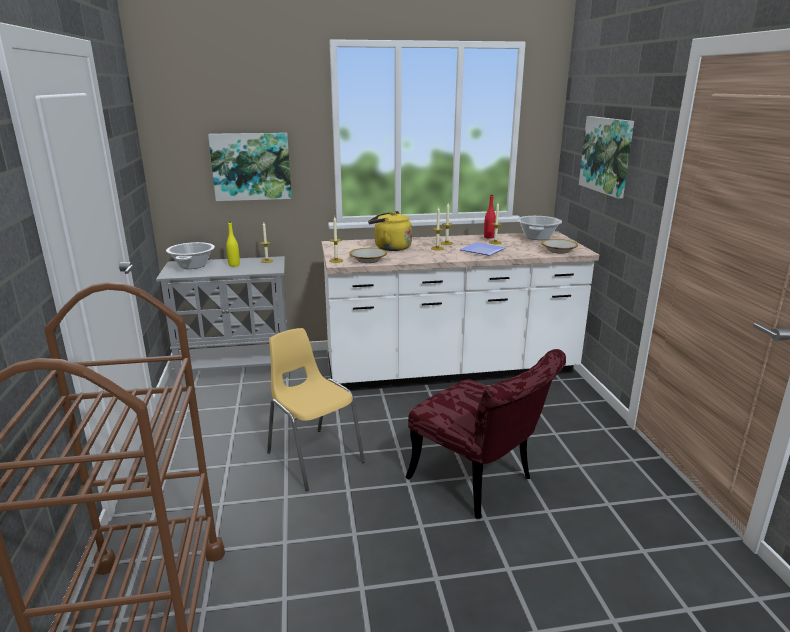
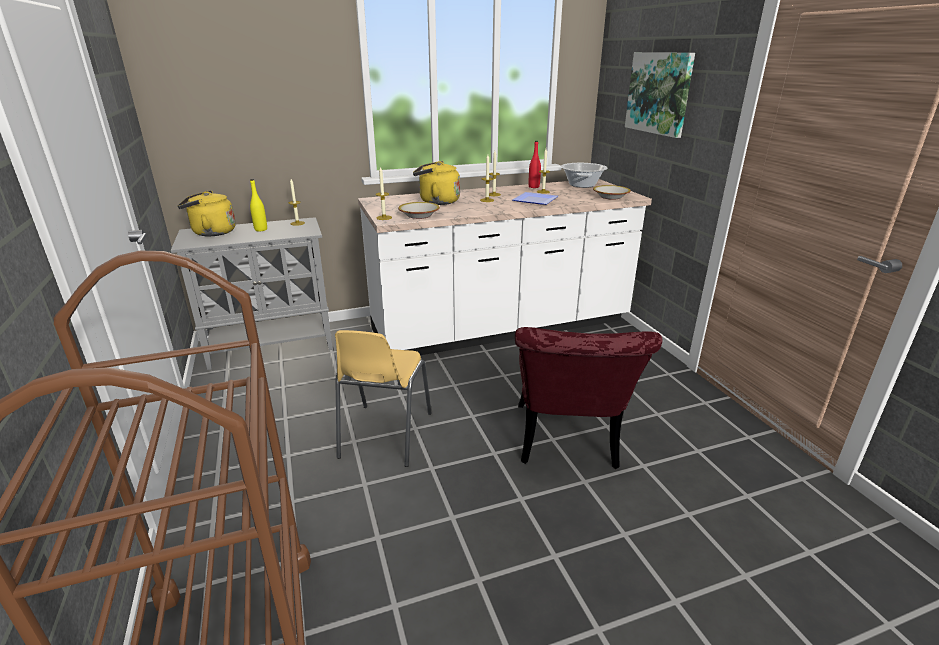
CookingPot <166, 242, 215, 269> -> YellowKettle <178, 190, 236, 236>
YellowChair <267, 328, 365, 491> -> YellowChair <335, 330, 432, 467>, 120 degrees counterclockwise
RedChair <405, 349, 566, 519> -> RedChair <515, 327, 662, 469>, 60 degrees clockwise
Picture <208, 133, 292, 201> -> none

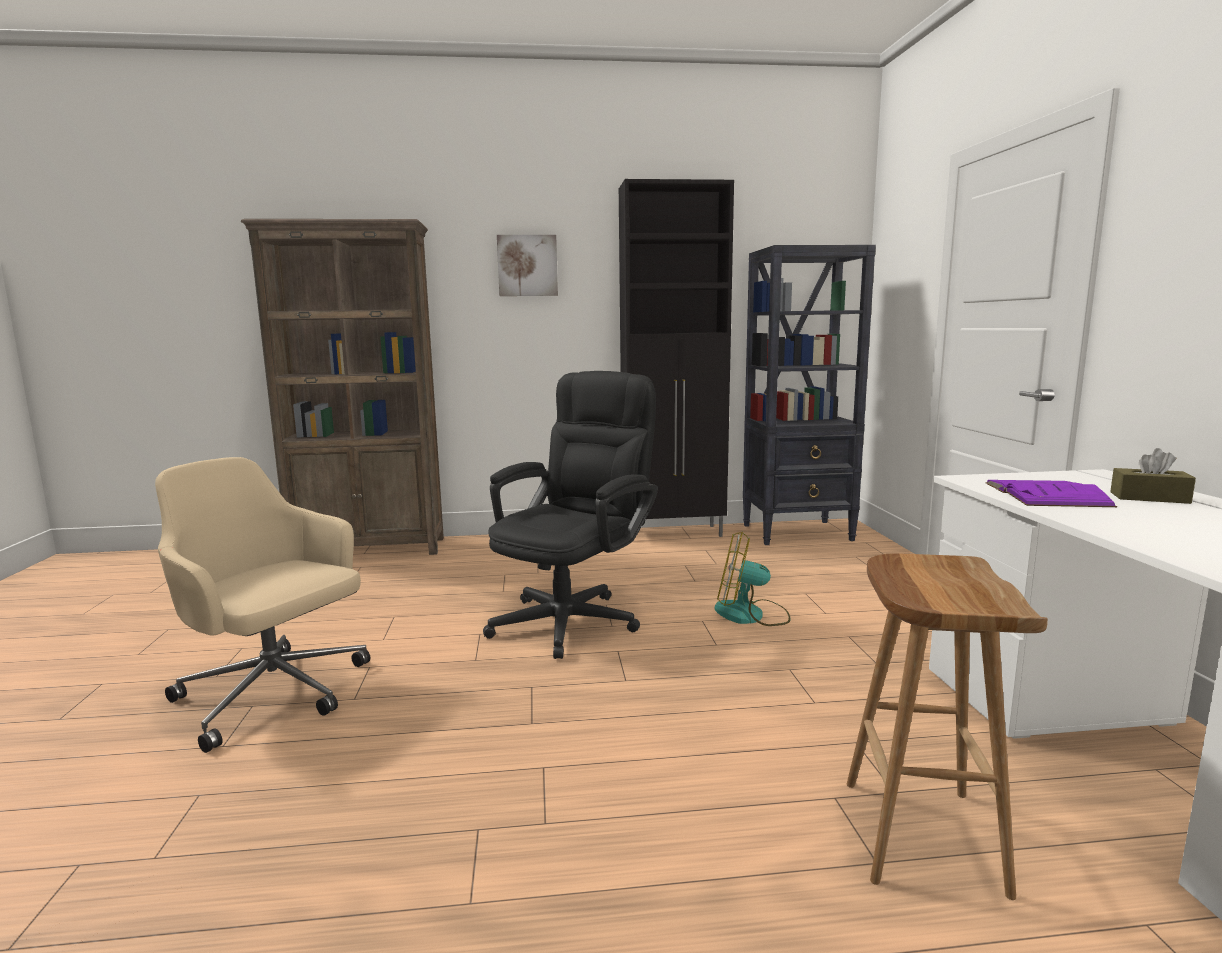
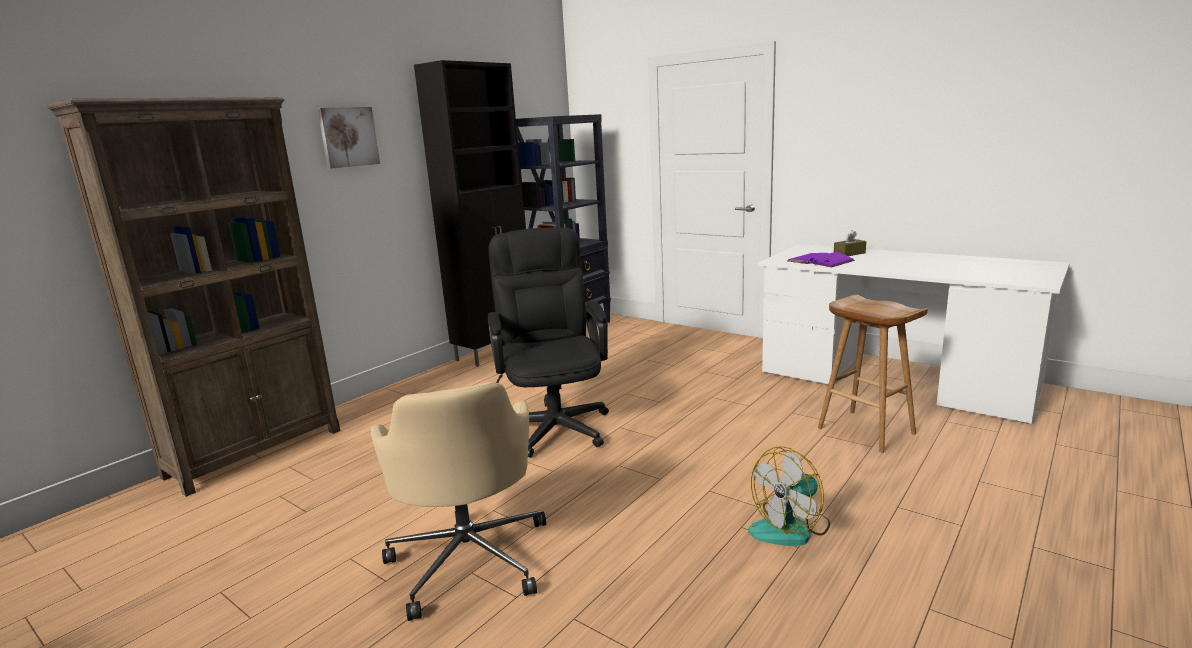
BeigeOfficeChair <155, 457, 370, 753> -> BeigeOfficeChair <371, 382, 546, 621>, 90 degrees counterclockwise
Fan <715, 532, 791, 626> -> Fan <749, 446, 830, 546>, shifted

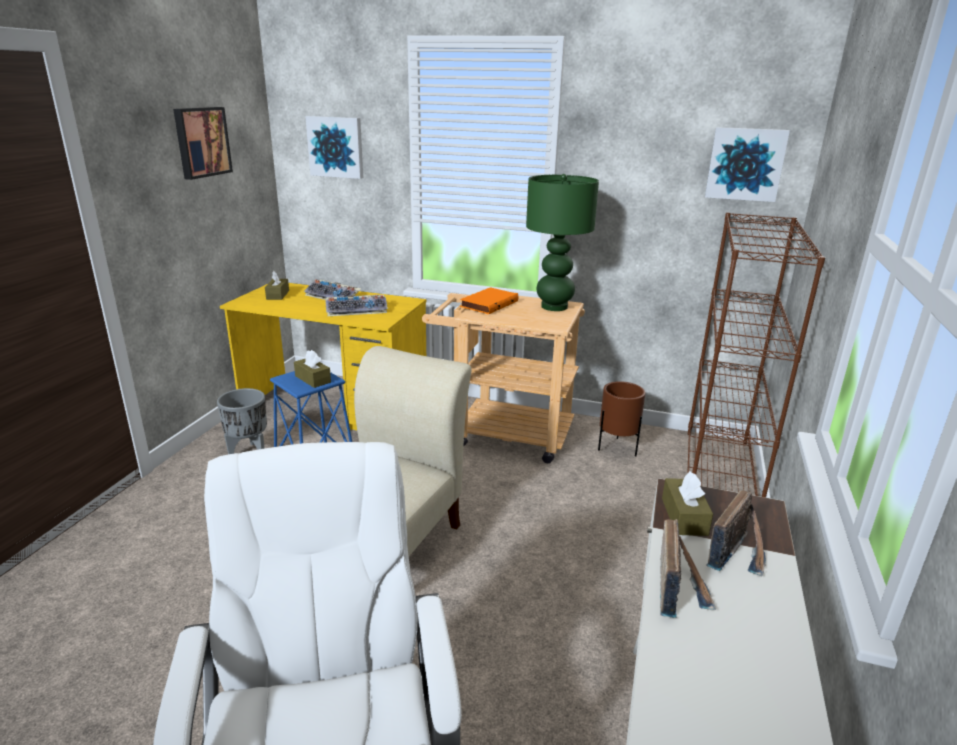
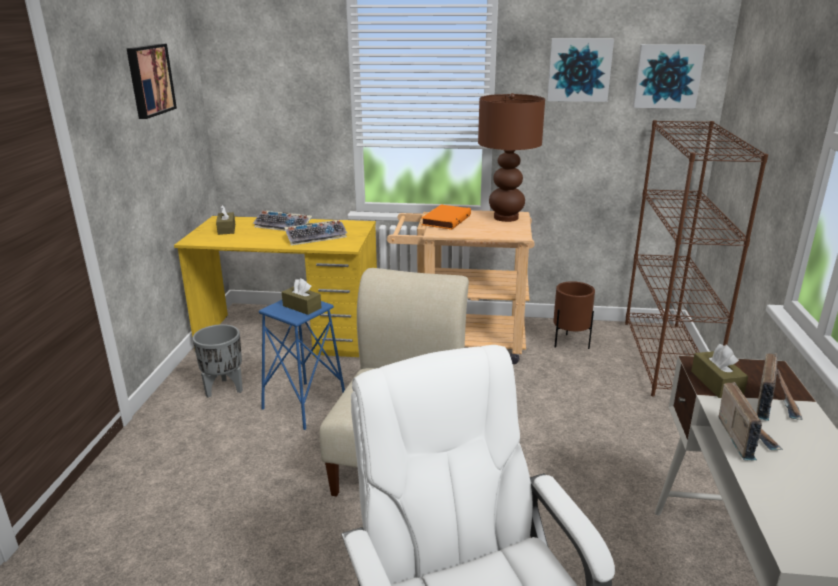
GreenTableLamp <526, 174, 599, 311> -> BrownTableLamp <478, 93, 545, 222>
Picture <305, 116, 363, 179> -> Picture <547, 38, 614, 102>, shifted

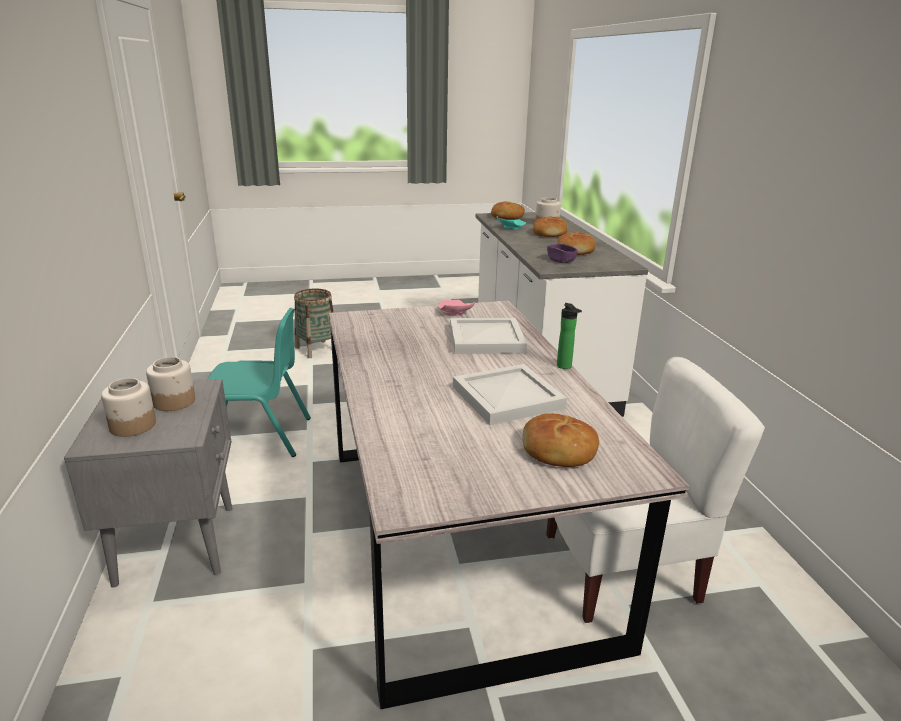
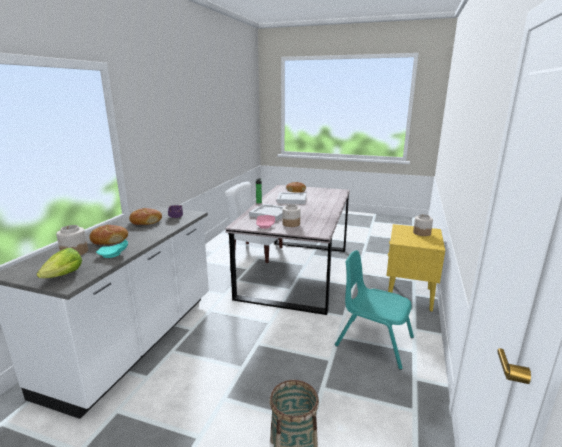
Bread <491, 202, 525, 219> -> Lettuce <37, 248, 82, 278>
Jar <146, 357, 195, 411> -> Jar <283, 204, 300, 227>, shifted
GreyNightstand <64, 379, 233, 588> -> YellowNightstand <386, 224, 445, 311>

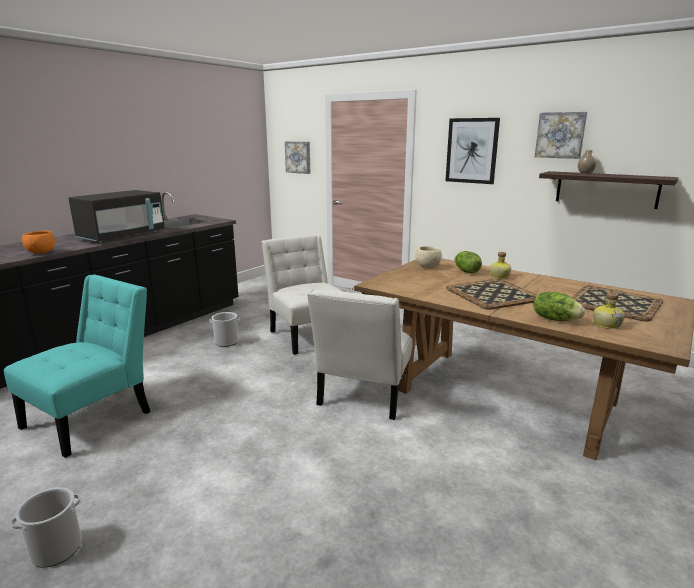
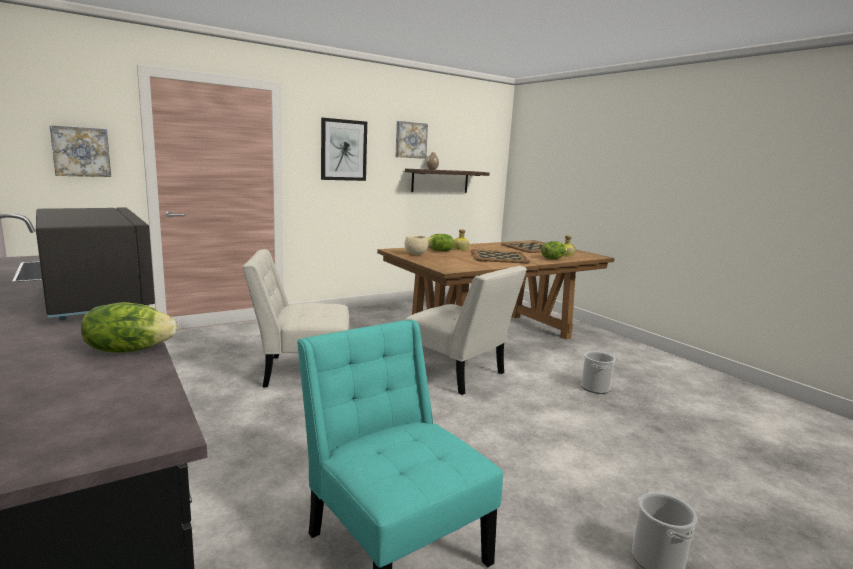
OrangeBowl <22, 231, 55, 254> -> Lettuce <81, 302, 177, 353>
Bucket <209, 312, 240, 347> -> Bucket <581, 351, 616, 394>, shifted

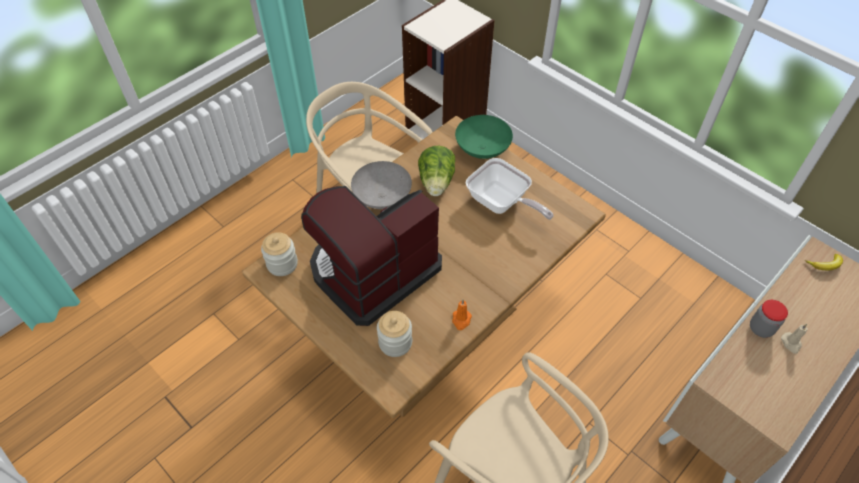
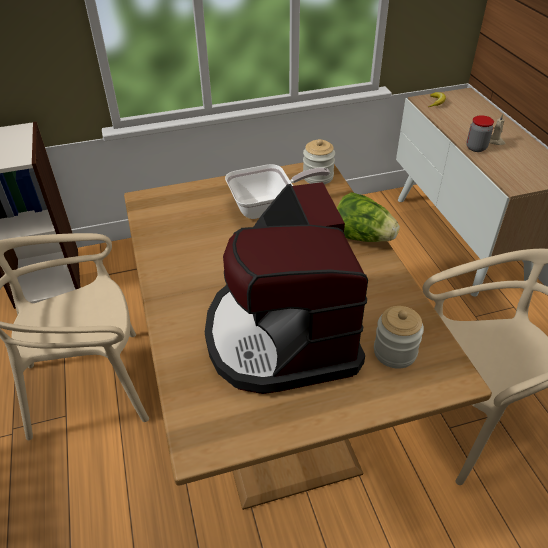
Jar <261, 232, 298, 276> -> Jar <303, 139, 335, 185>, shifted
Lettuce <418, 146, 455, 196> -> Lettuce <337, 192, 400, 242>, shifted
GreyBowl <351, 161, 412, 209> -> none
OrangeCandle <452, 300, 472, 330> -> none
GreenBowl <455, 115, 513, 159> -> none

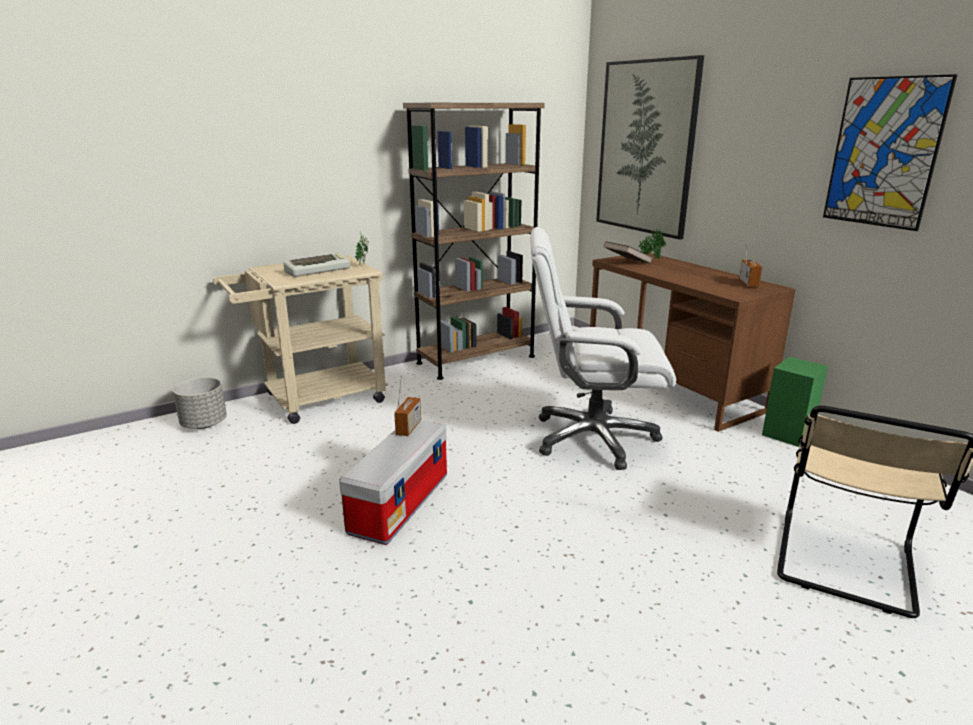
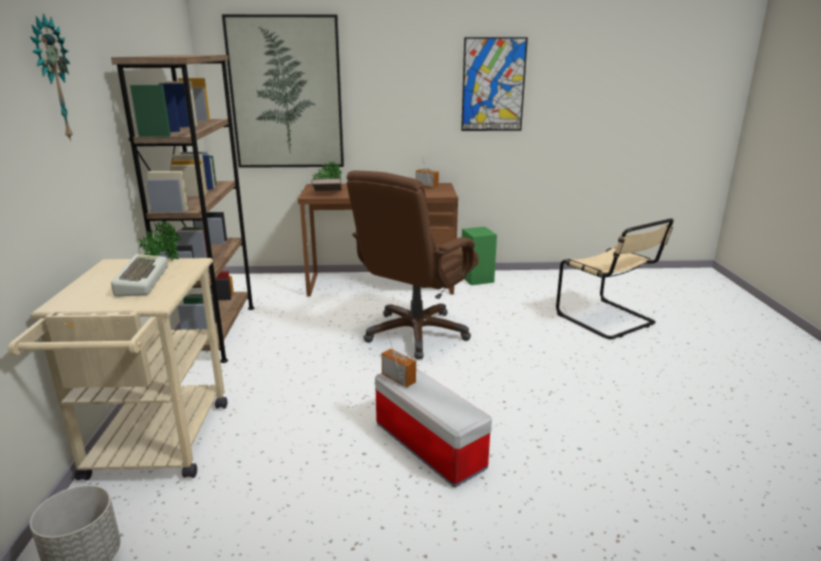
none -> WallClock <30, 14, 73, 142>
WhiteOfficeChair <530, 227, 676, 470> -> BrownOfficeChair <347, 170, 479, 359>

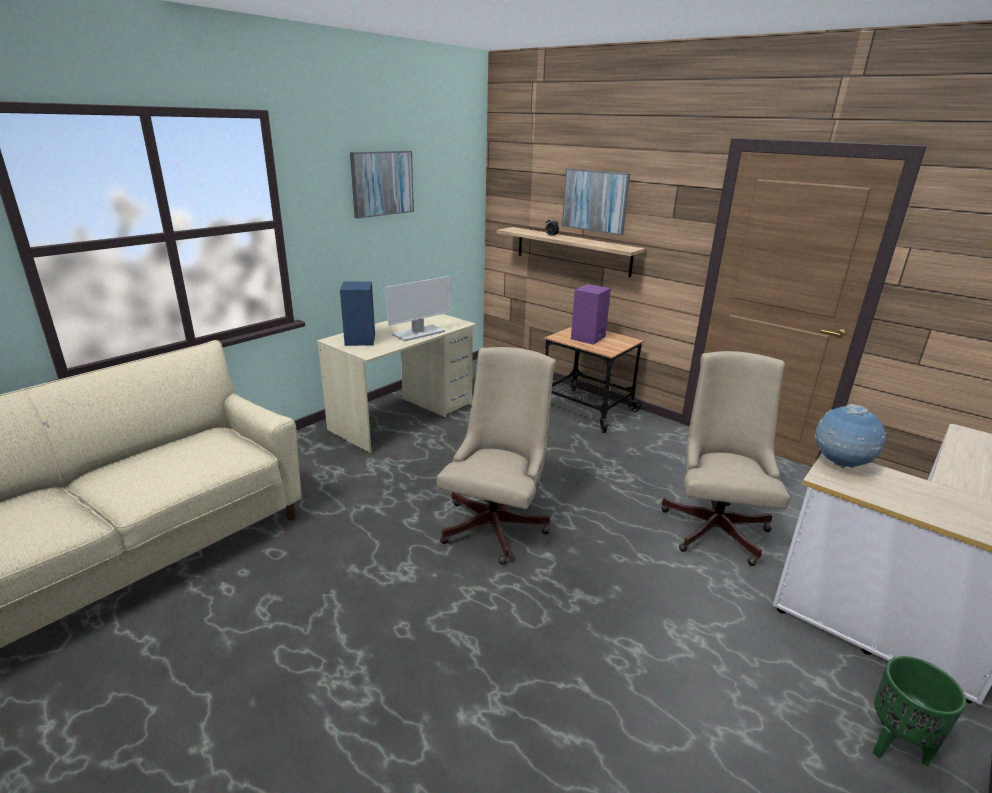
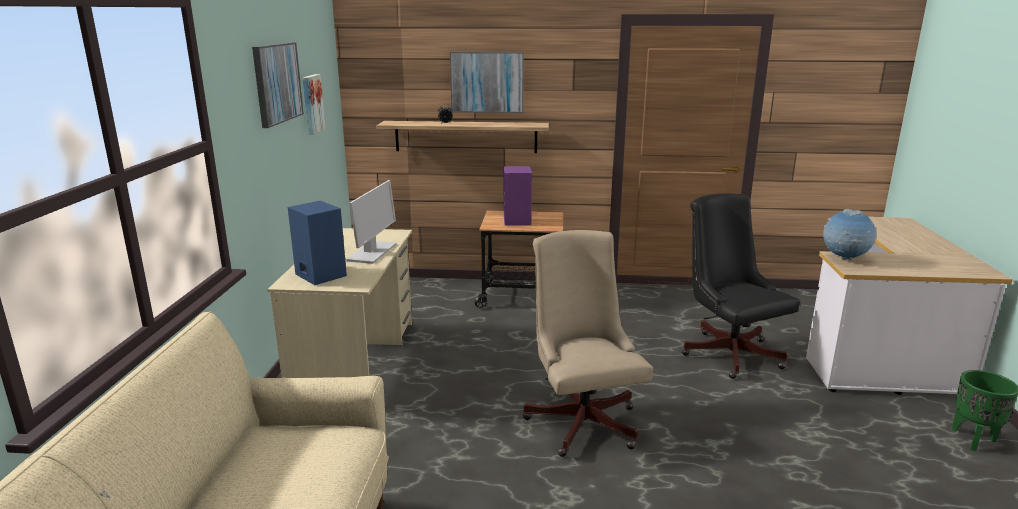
none -> Picture <302, 74, 326, 135>
BeigeOfficeChair <661, 351, 790, 566> -> BlackOfficeChair <682, 193, 800, 379>

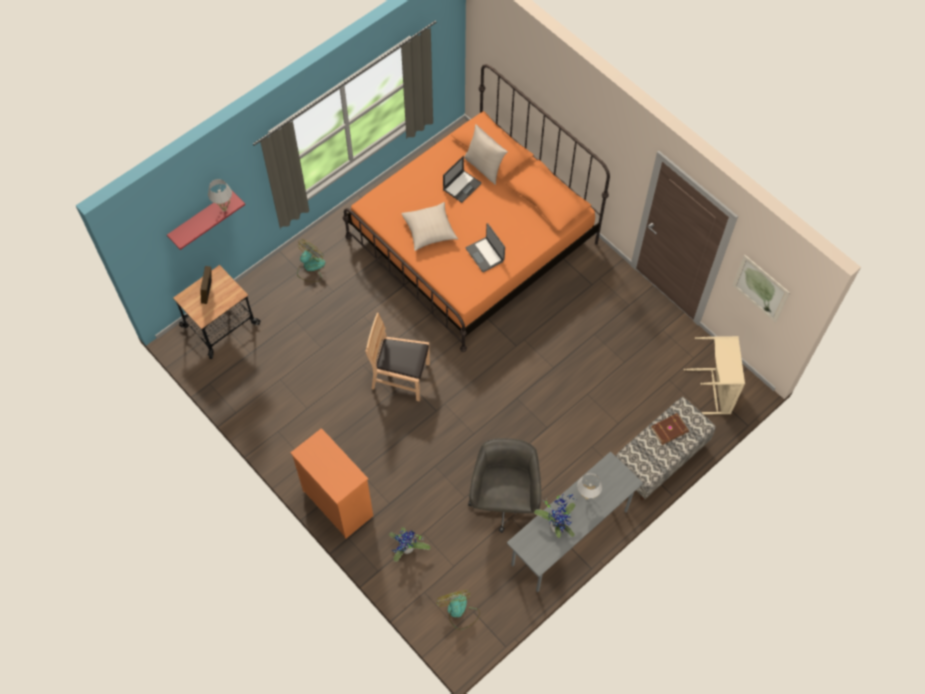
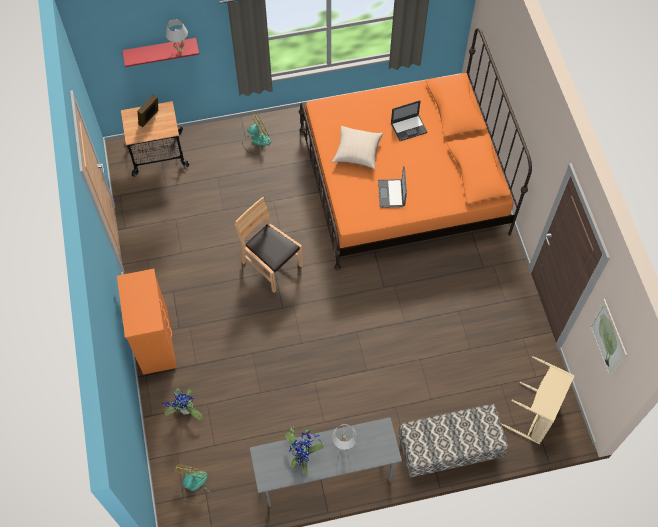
BeigePillow <464, 124, 508, 185> -> none
GreyOfficeChair <468, 438, 541, 533> -> none
BrownBook <651, 413, 689, 445> -> none

